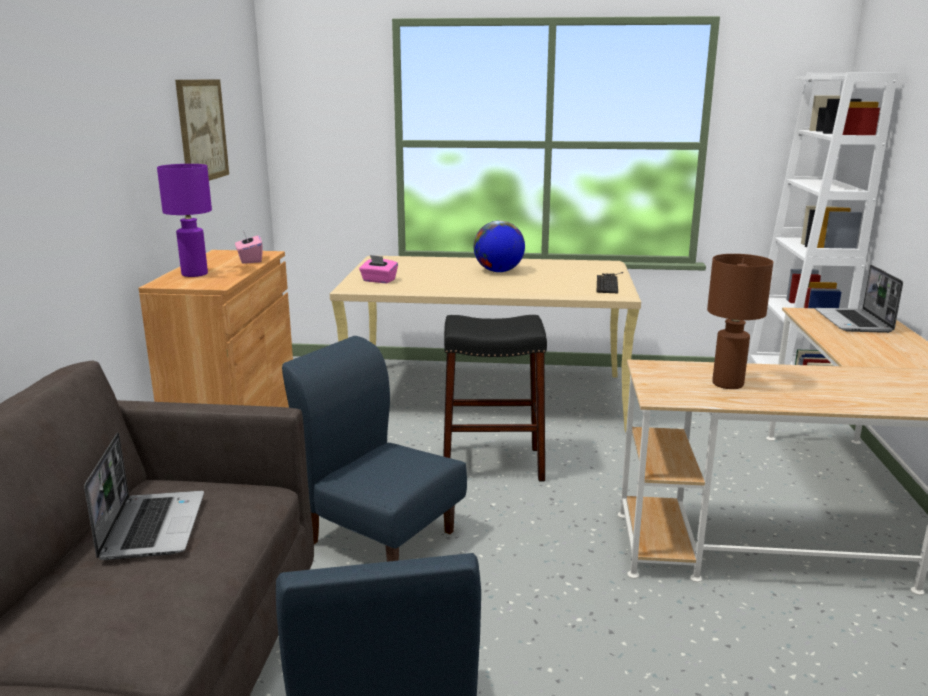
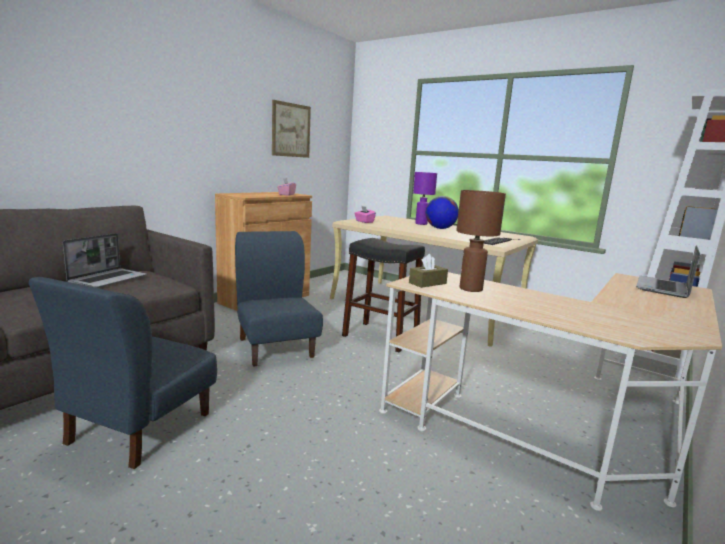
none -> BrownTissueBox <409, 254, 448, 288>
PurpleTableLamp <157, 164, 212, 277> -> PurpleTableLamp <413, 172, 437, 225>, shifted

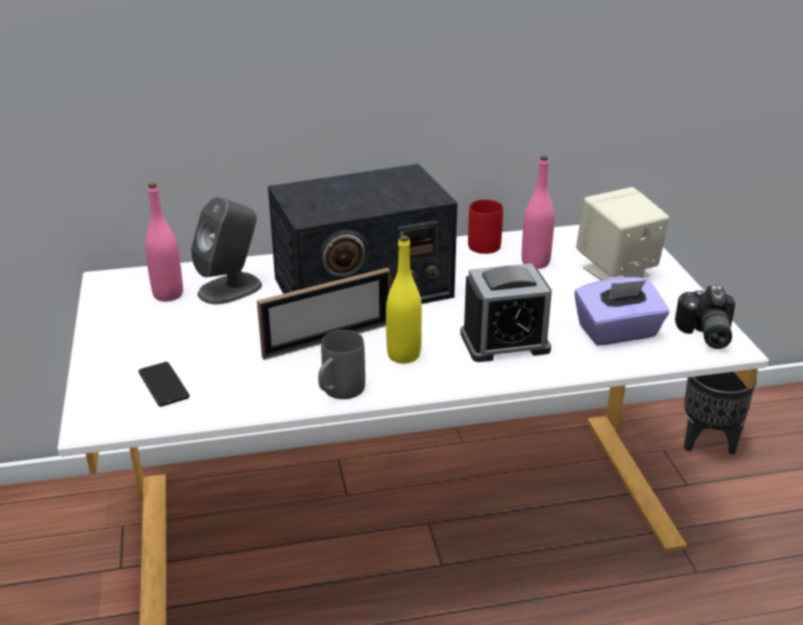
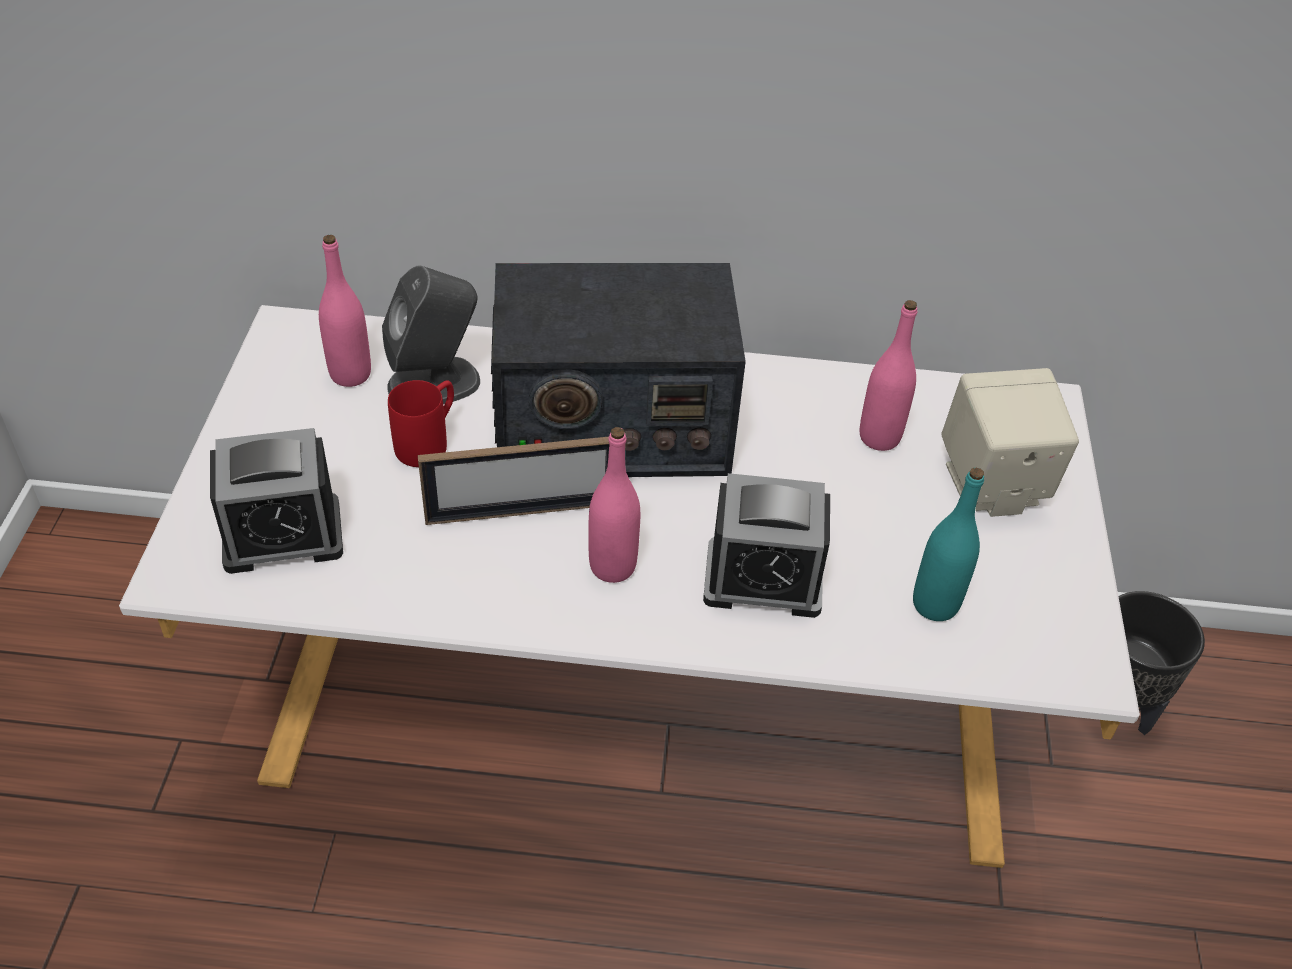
Phone <139, 362, 190, 407> -> AlarmClock <210, 428, 343, 574>
RedMug <468, 200, 503, 254> -> RedMug <388, 380, 454, 467>, shifted
YellowBottle <386, 235, 422, 364> -> PinkBottle <588, 427, 640, 583>
PurpleTissueBox <574, 277, 669, 345> -> TurquoiseBottle <913, 467, 984, 621>
GreyMug <318, 330, 365, 399> -> none
PhotoCamera <675, 285, 735, 349> -> none

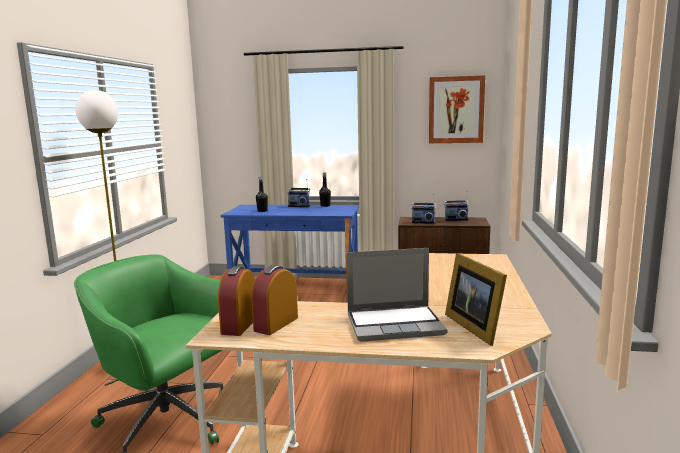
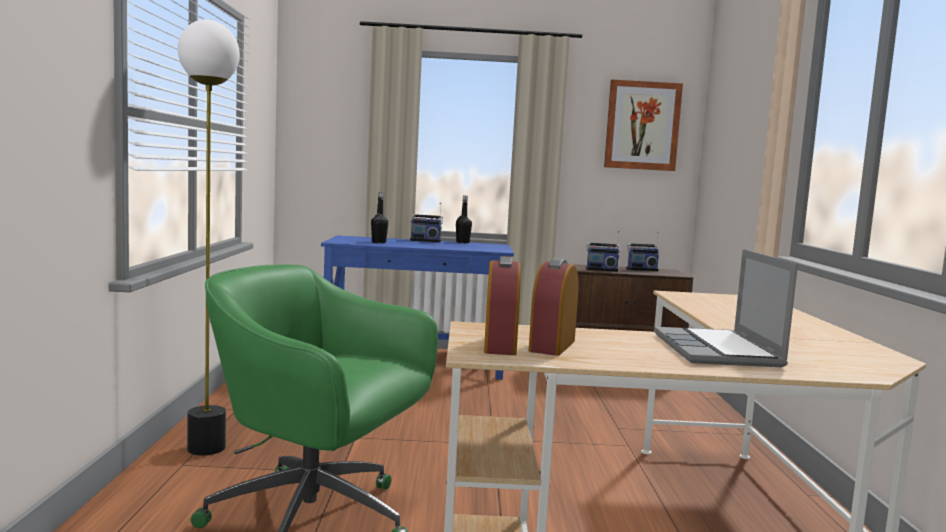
Laptop <347, 248, 447, 342> -> Laptop <654, 249, 798, 367>, 105 degrees clockwise
PictureFrame <445, 253, 507, 346> -> none

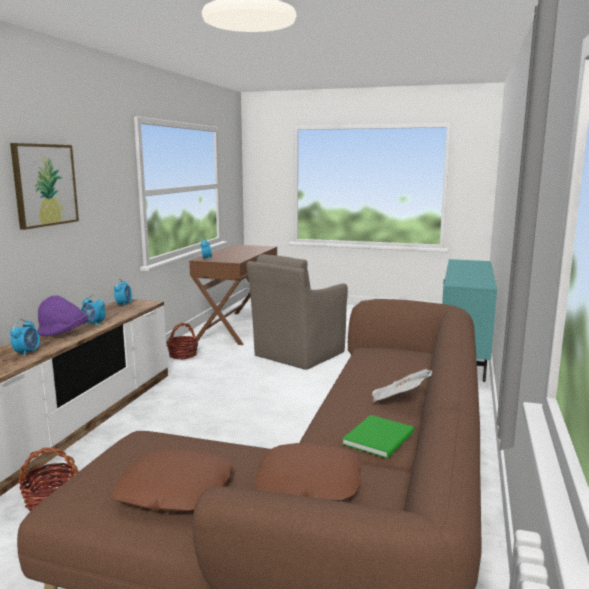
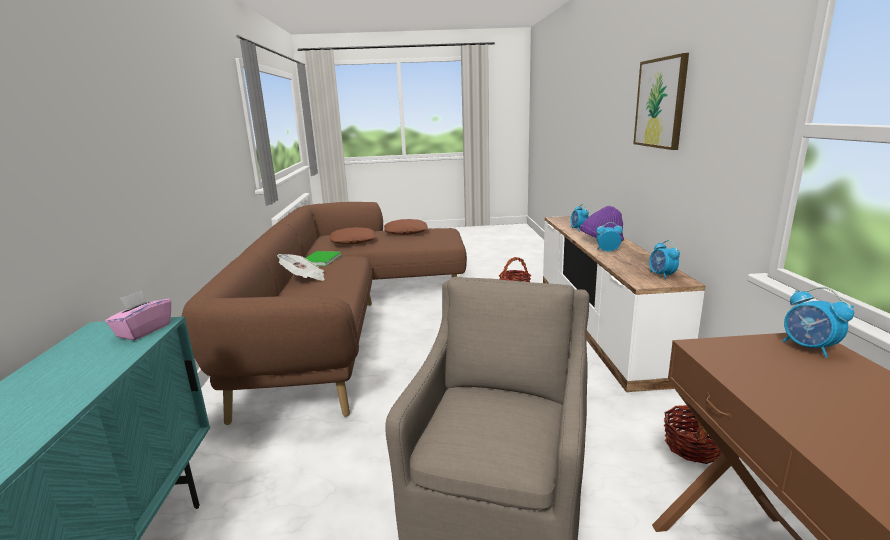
none -> PinkTissueBox <105, 290, 171, 341>

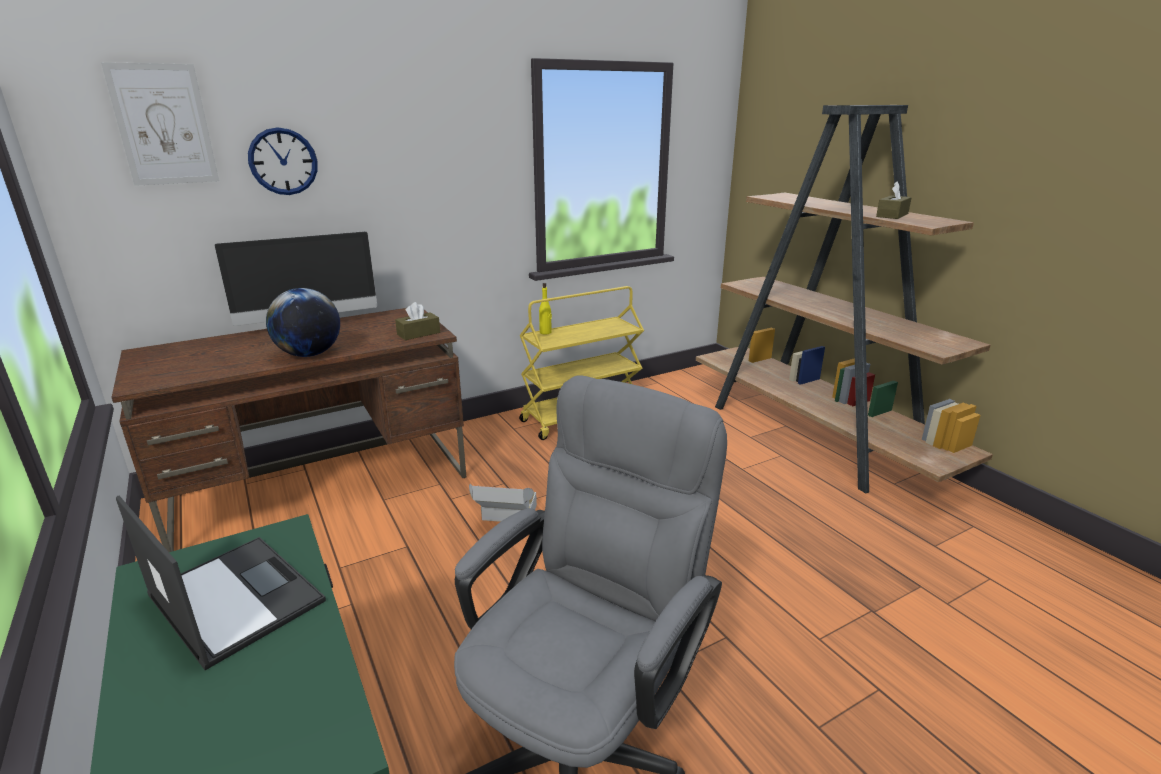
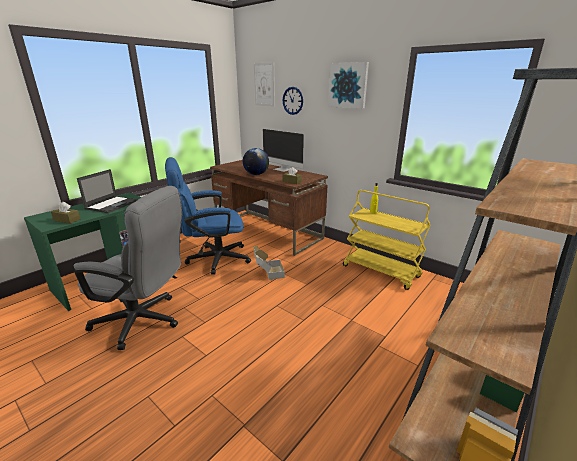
BrownTissueBox <876, 181, 912, 219> -> BrownTissueBox <51, 202, 81, 224>, shifted
none -> BlueOfficeChair <165, 157, 251, 275>
none -> Picture <328, 62, 369, 108>

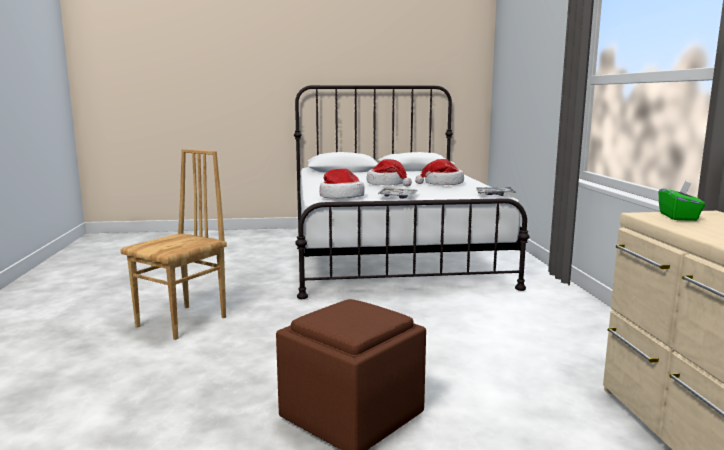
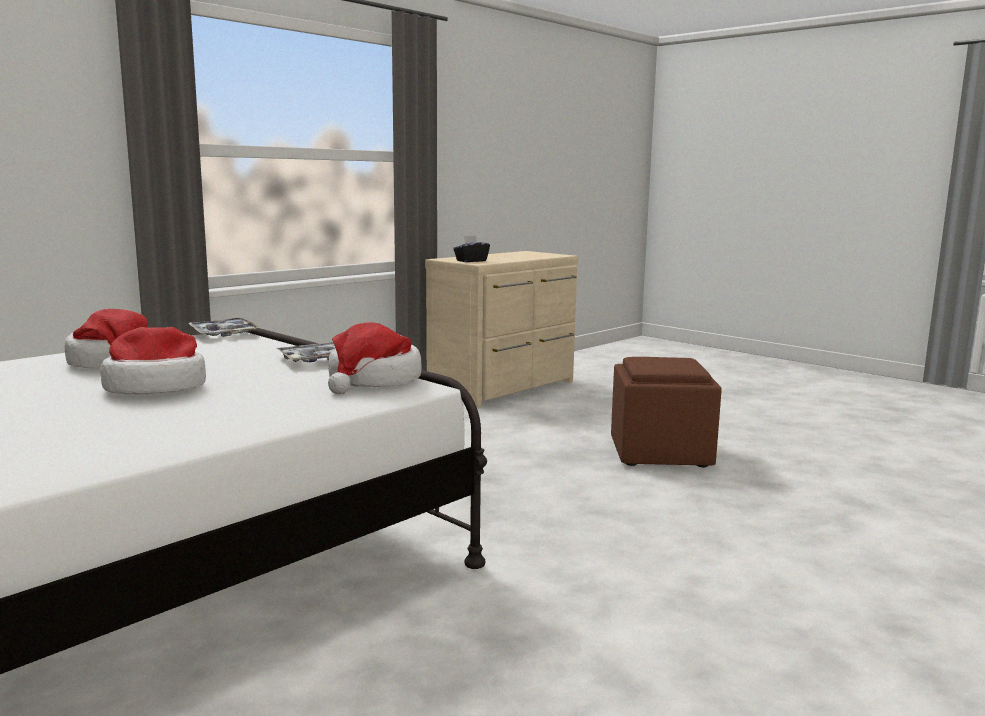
GreenTissueBox <659, 181, 705, 221> -> BlackTissueBox <453, 235, 490, 262>
BrownChair <120, 149, 227, 340> -> none

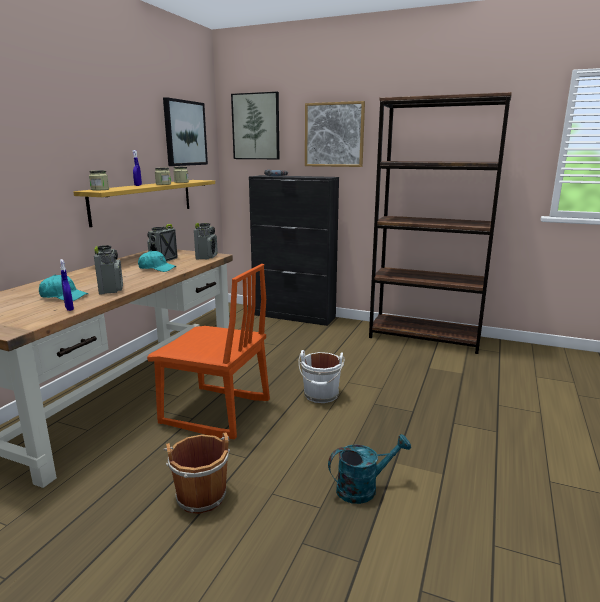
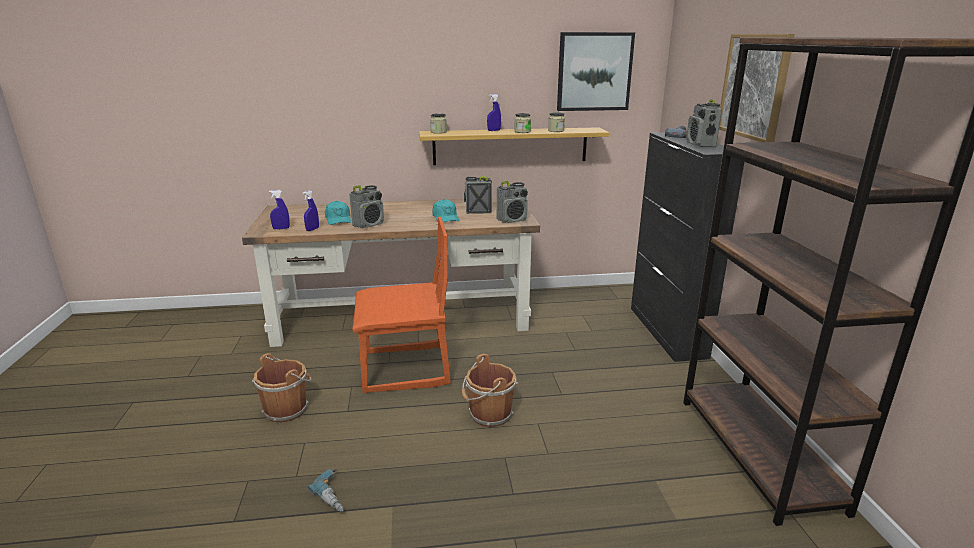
none -> BlueSprayBottle <269, 190, 290, 230>
TurquoiseWateringCan <328, 434, 411, 504> -> PowerDrill <308, 469, 344, 512>
OrangeChair <147, 264, 270, 439> -> OrangeChair <352, 217, 451, 393>, 90 degrees counterclockwise
WhiteBucket <298, 350, 345, 403> -> BrownBucket <461, 354, 518, 427>
none -> Radio <686, 99, 722, 147>
Picture <231, 92, 279, 159> -> none

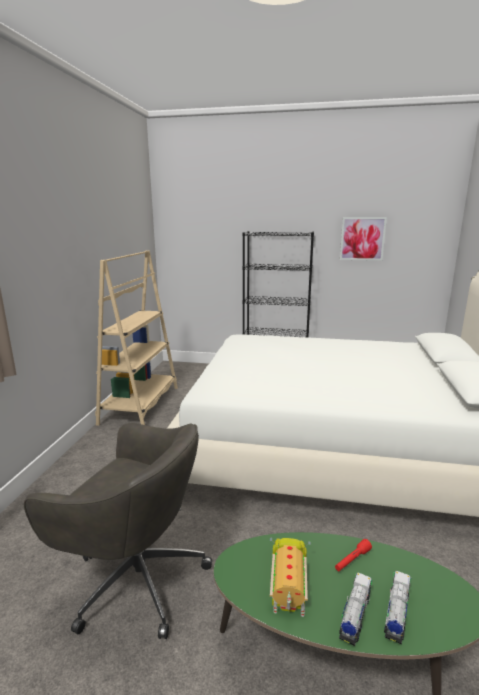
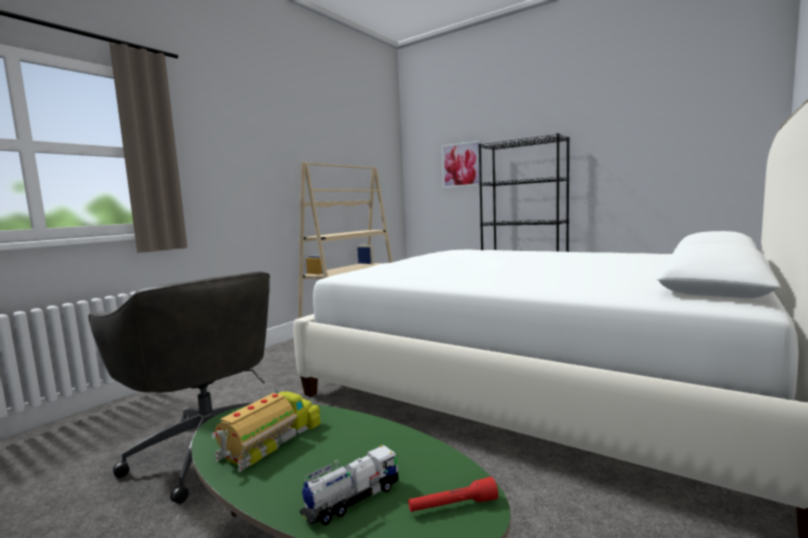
RedFlashlight <335, 539, 372, 571> -> RedFlashlight <408, 477, 498, 512>, shifted
Picture <340, 217, 387, 261> -> Picture <441, 140, 482, 188>, shifted
ToyTruck <339, 572, 372, 646> -> none

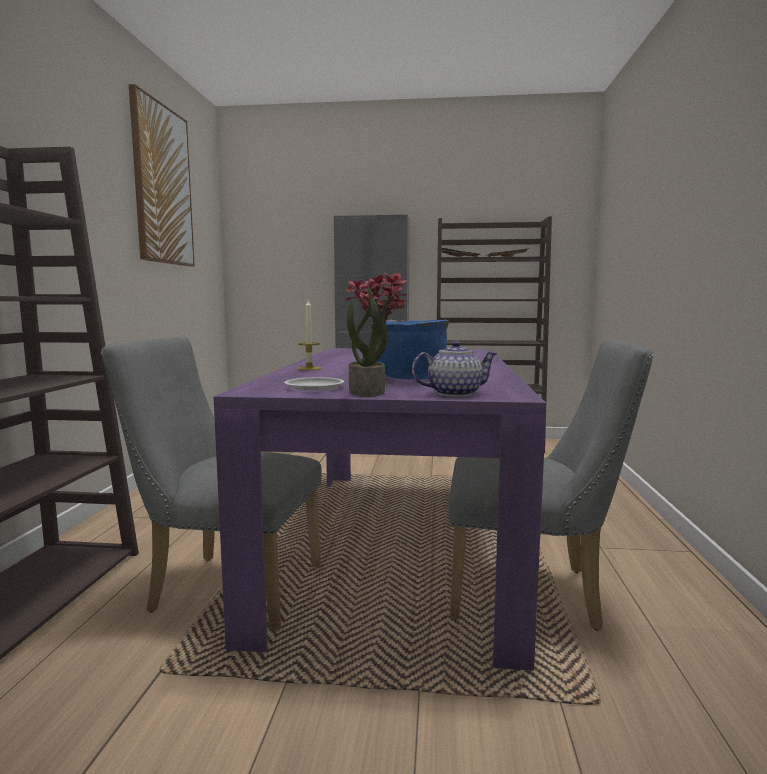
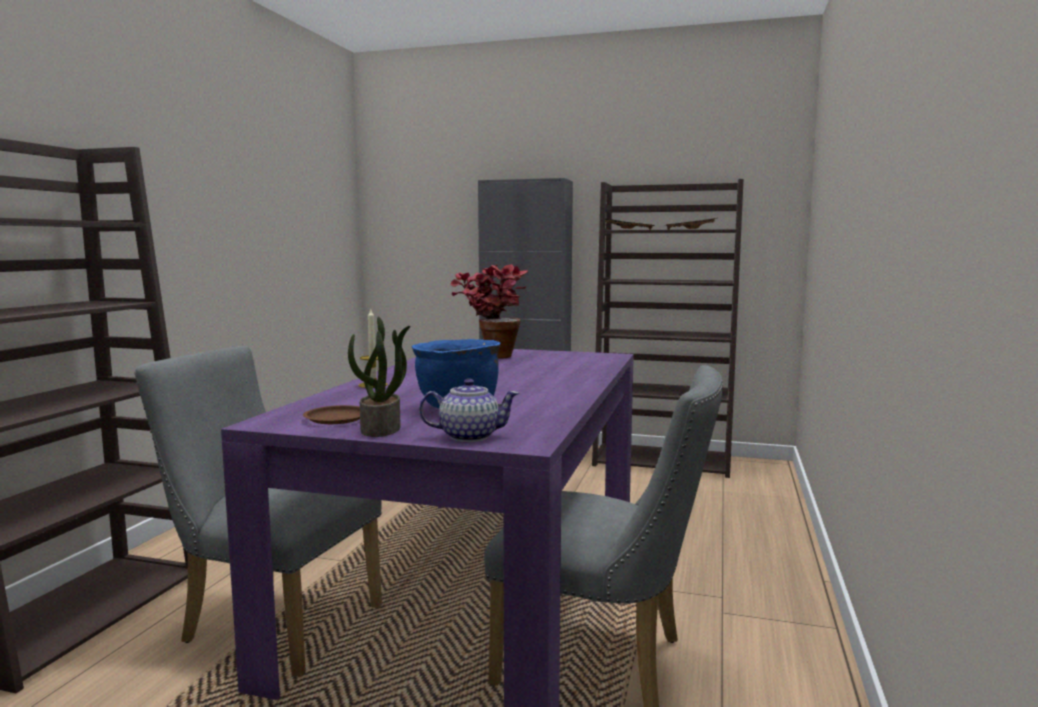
WhitePlate <284, 377, 344, 391> -> BrownPlate <303, 405, 360, 424>
Picture <129, 84, 195, 266> -> none

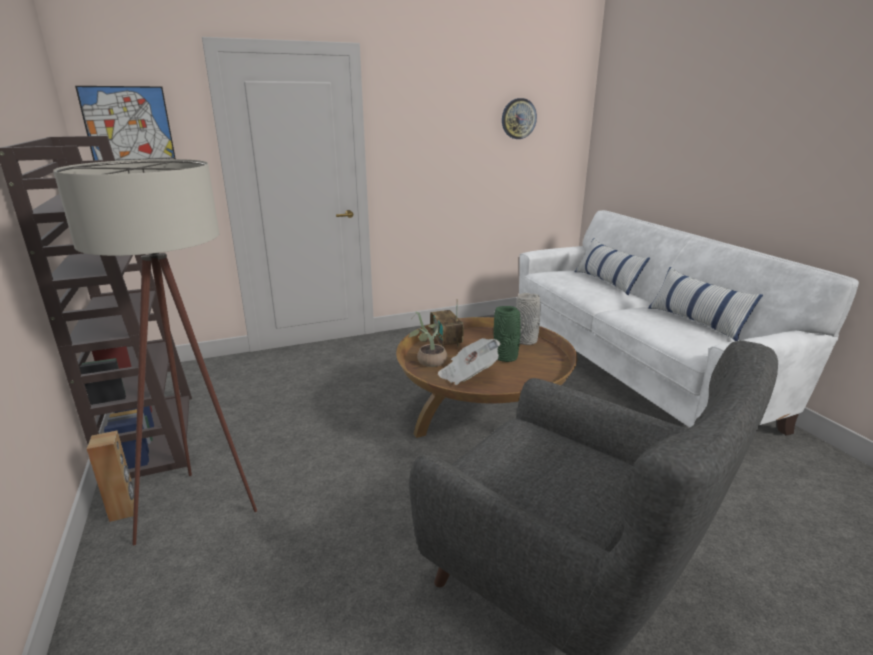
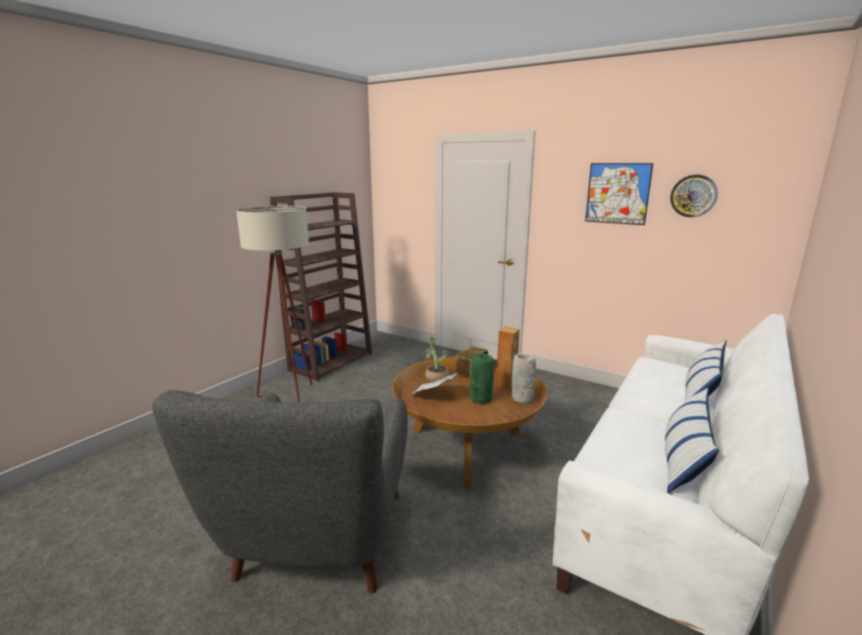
BrownSpeaker <87, 431, 134, 522> -> BrownSpeaker <496, 327, 520, 389>, shifted
Picture <75, 86, 176, 161> -> Picture <585, 163, 653, 225>, shifted

